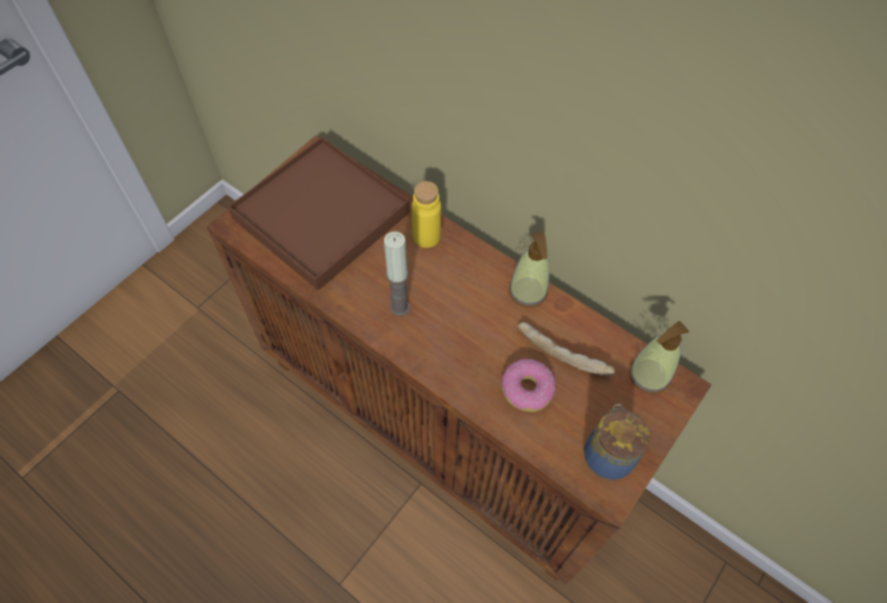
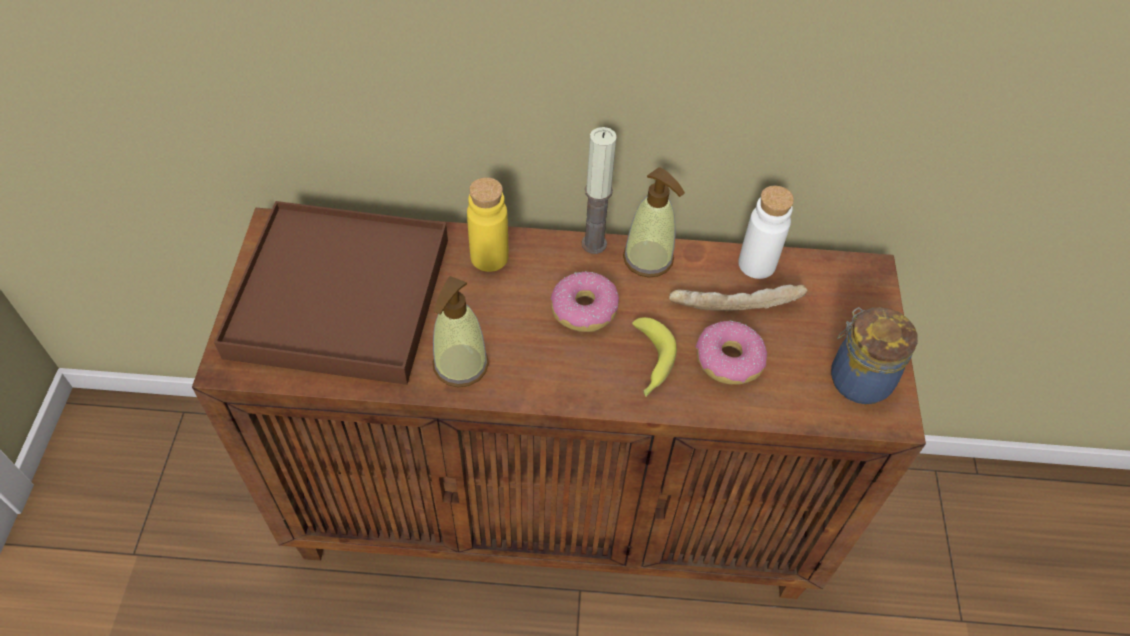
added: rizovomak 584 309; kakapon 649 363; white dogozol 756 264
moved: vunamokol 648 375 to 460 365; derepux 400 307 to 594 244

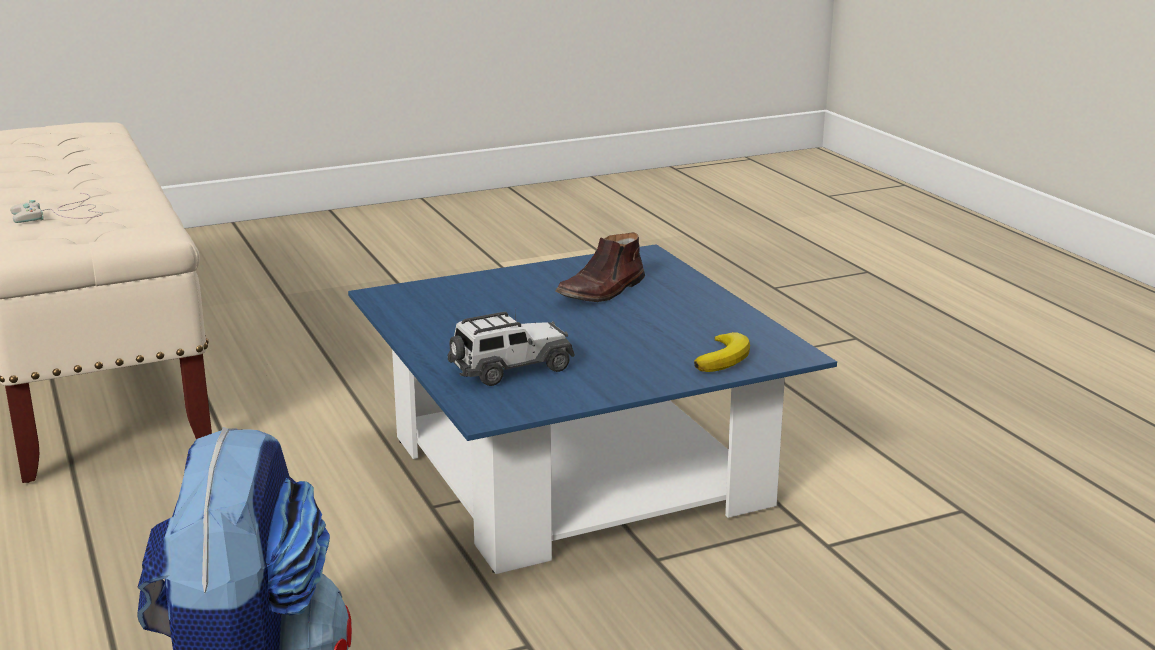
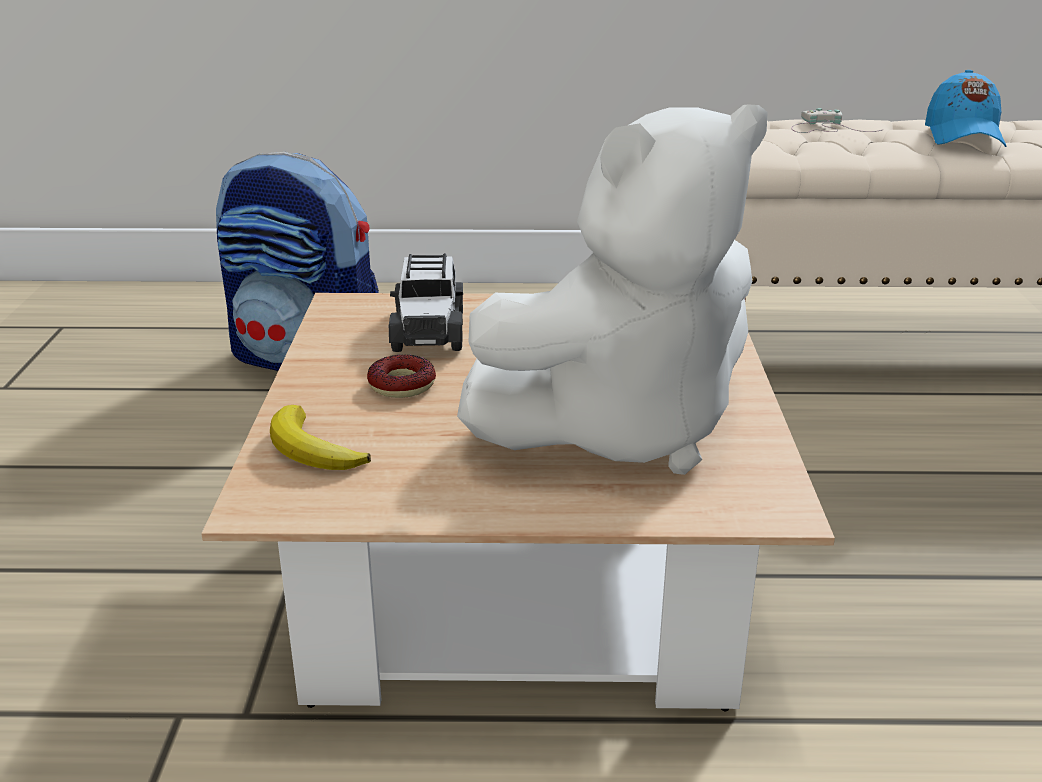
added: rizovomak 402 385; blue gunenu 963 137
replaced: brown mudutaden 602 291 to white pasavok 621 429
recoloured: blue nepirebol 577 472 to beige nepirebol 520 575

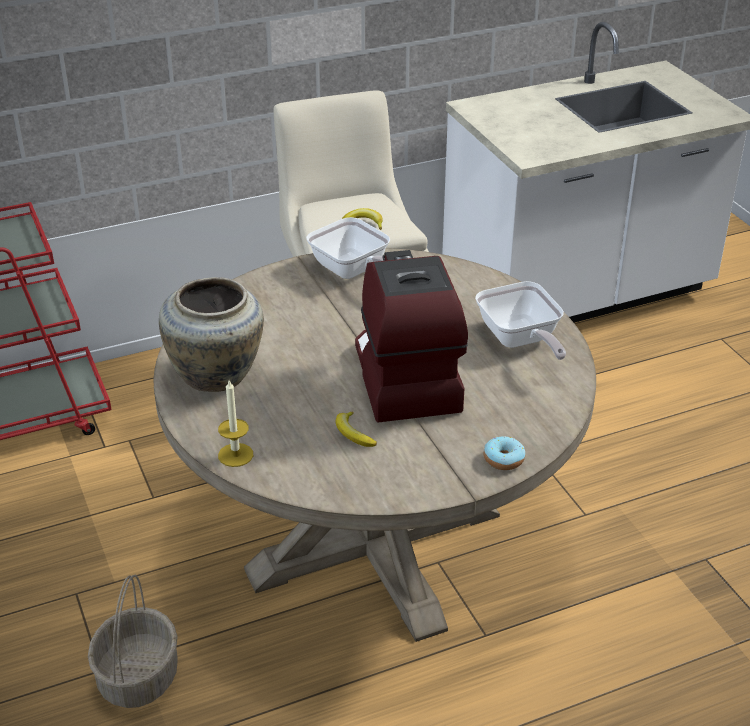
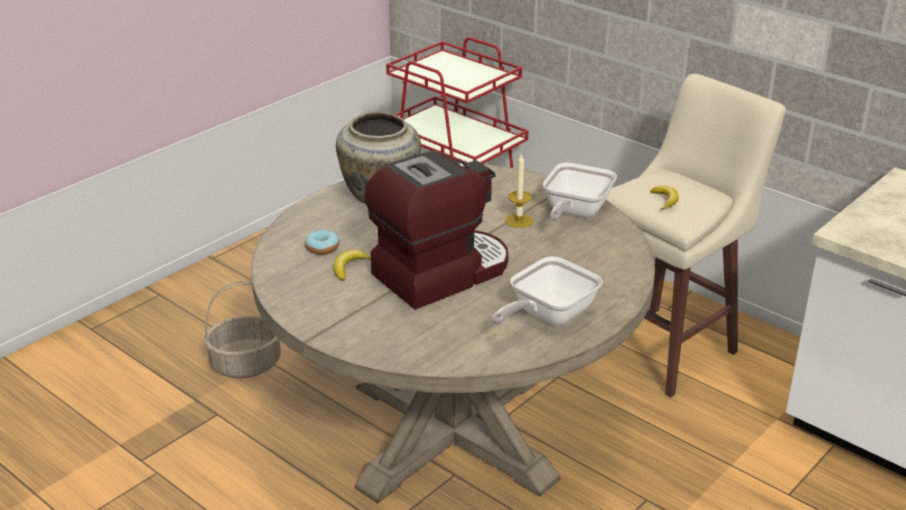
moved: rizovomak 503 459 to 322 248; derepux 235 455 to 519 221

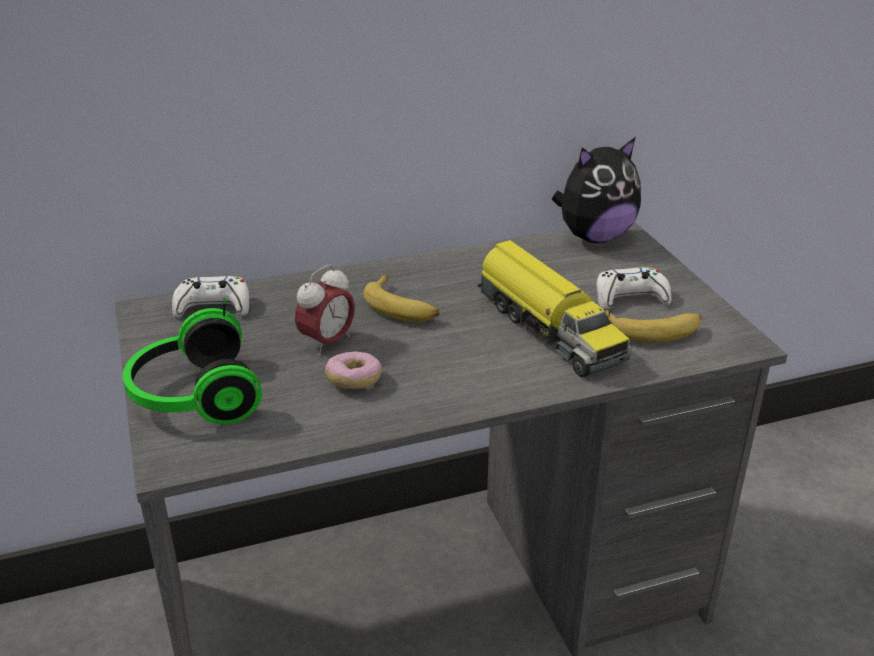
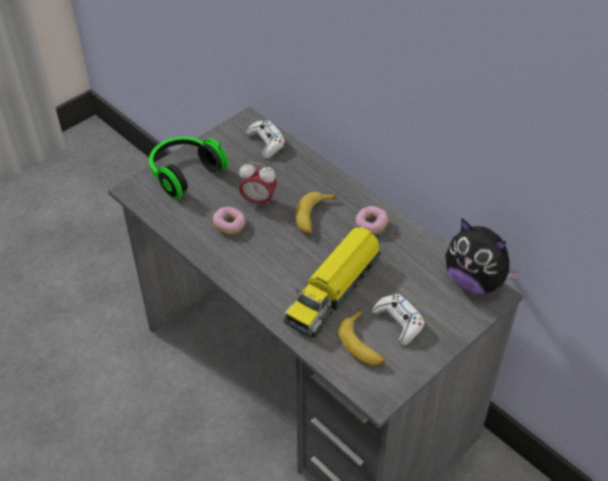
added: rizovomak 371 225

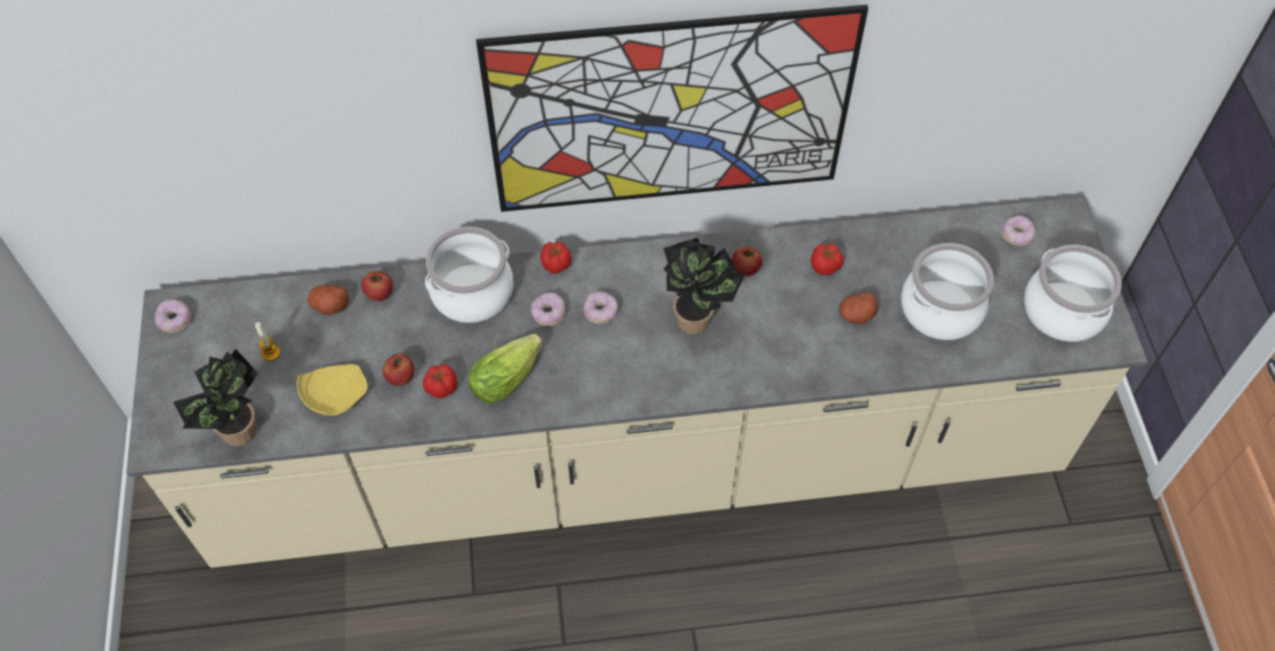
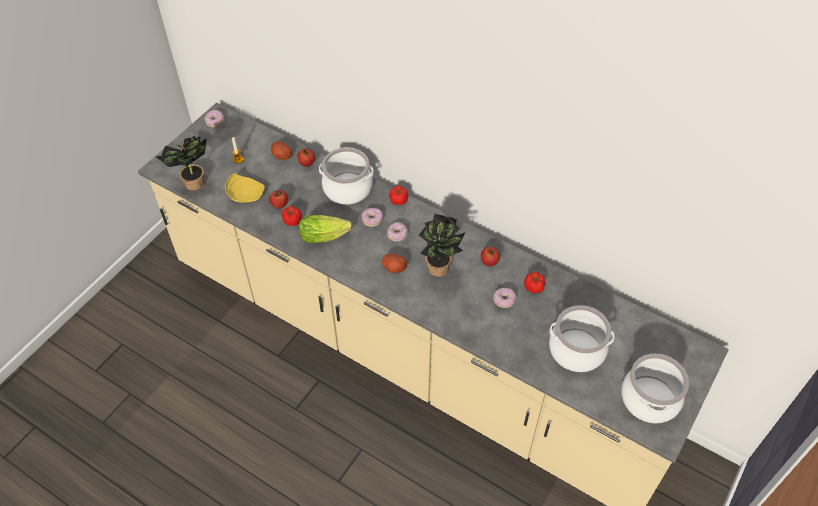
removed: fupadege 670 113
moved: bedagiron 856 315 to 393 267; rizovomak 1017 236 to 504 301

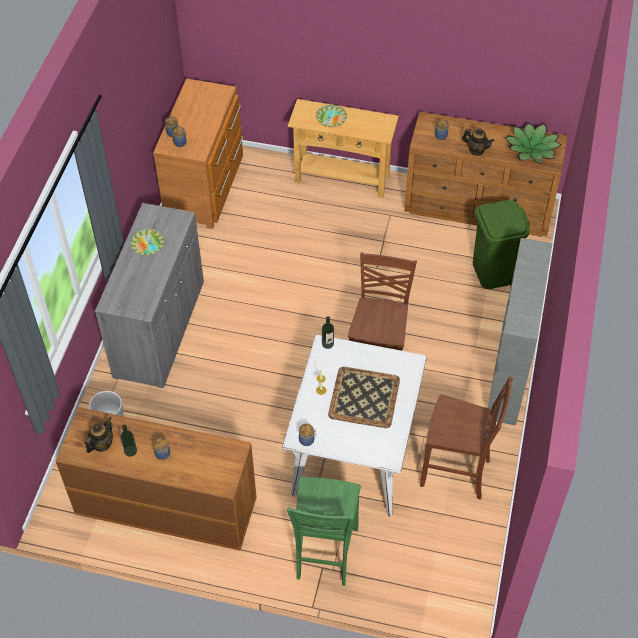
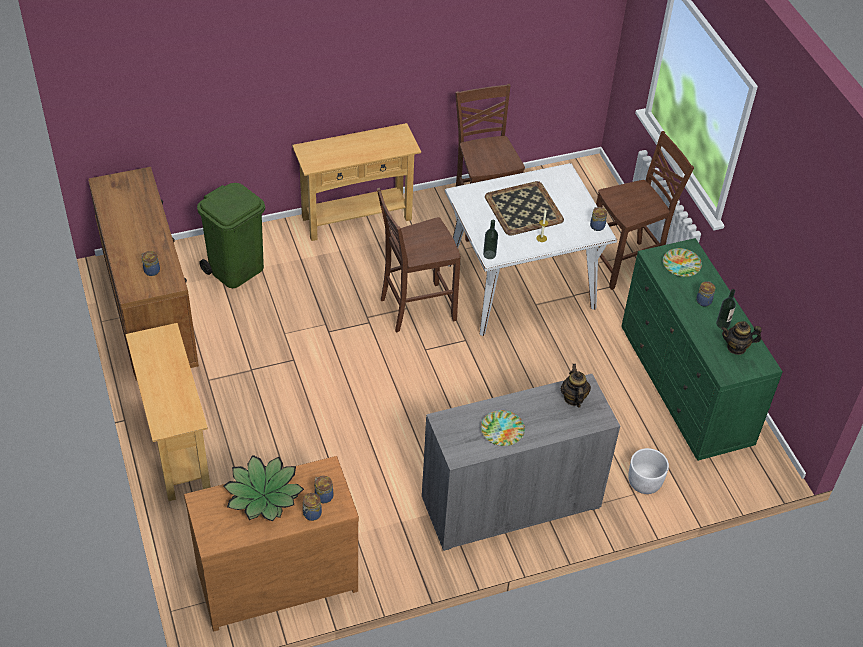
moved: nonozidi 532 149 to 263 495; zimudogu 476 150 to 573 398; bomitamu 331 118 to 681 265
replaced: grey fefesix 508 376 to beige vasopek 356 218
recoloured: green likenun 324 554 to brown likenun 626 264; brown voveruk 165 507 to green voveruk 685 387

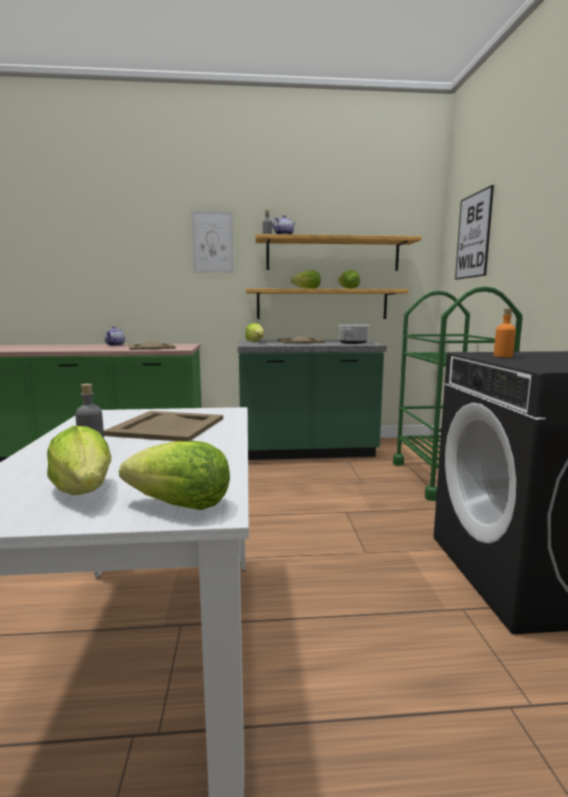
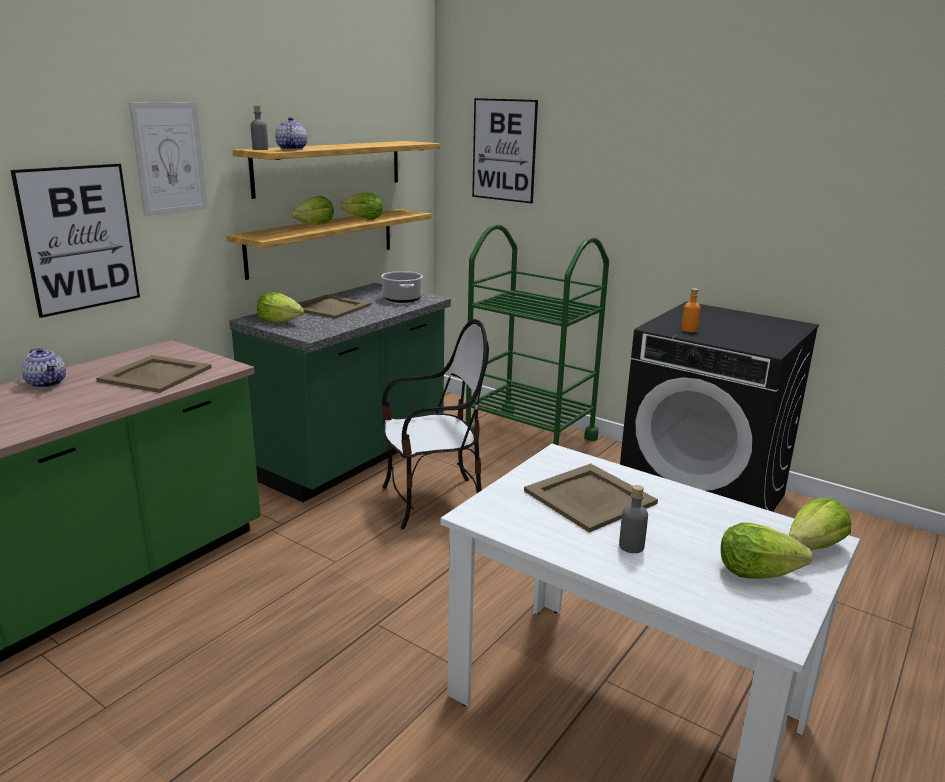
added: fupadege 79 238; likenun 433 501

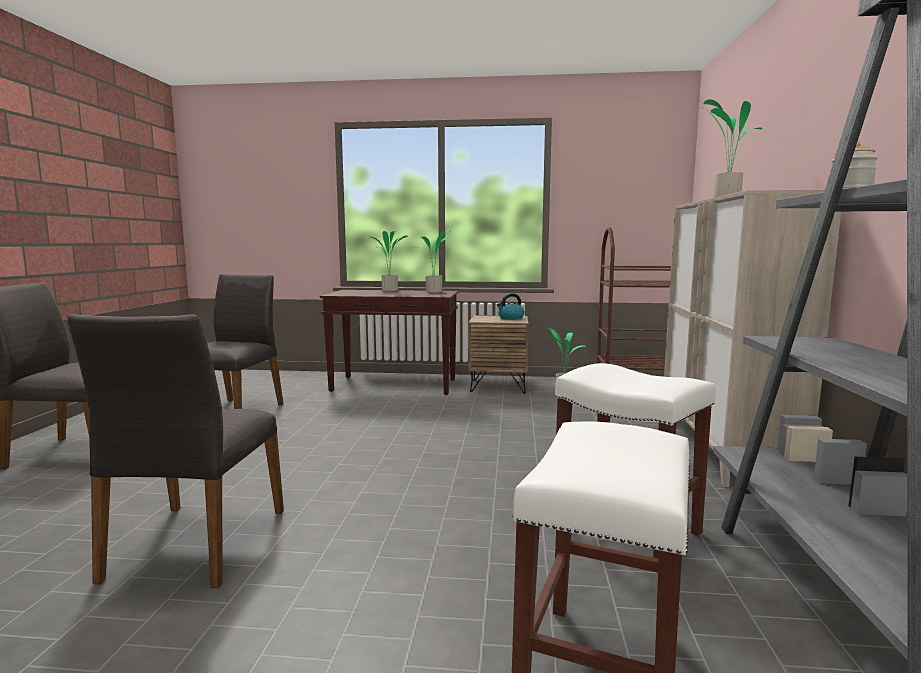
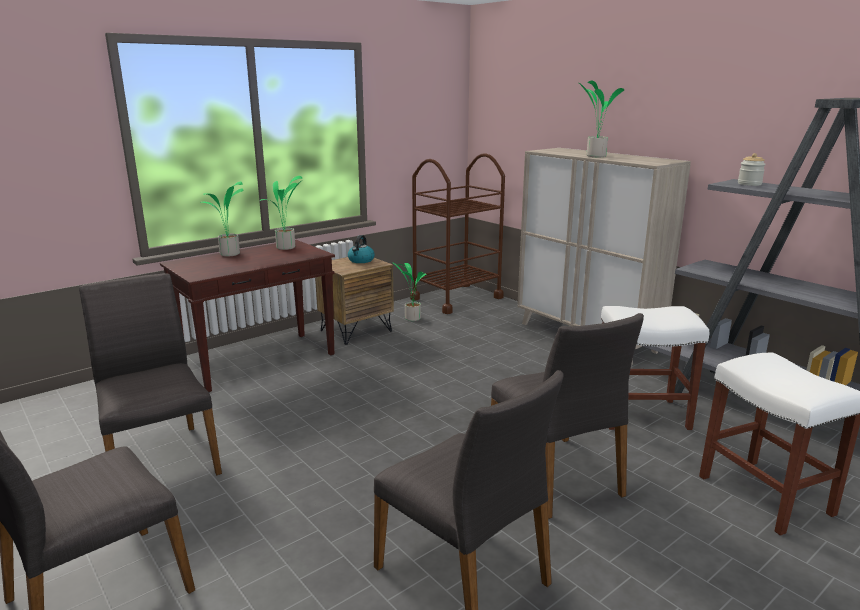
added: grey likenun 556 476

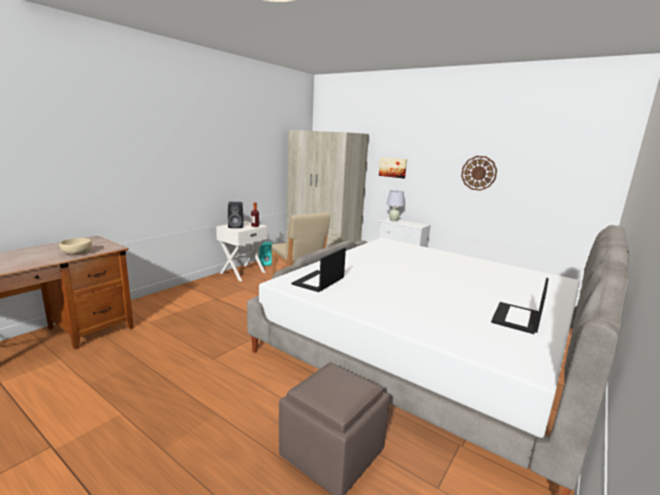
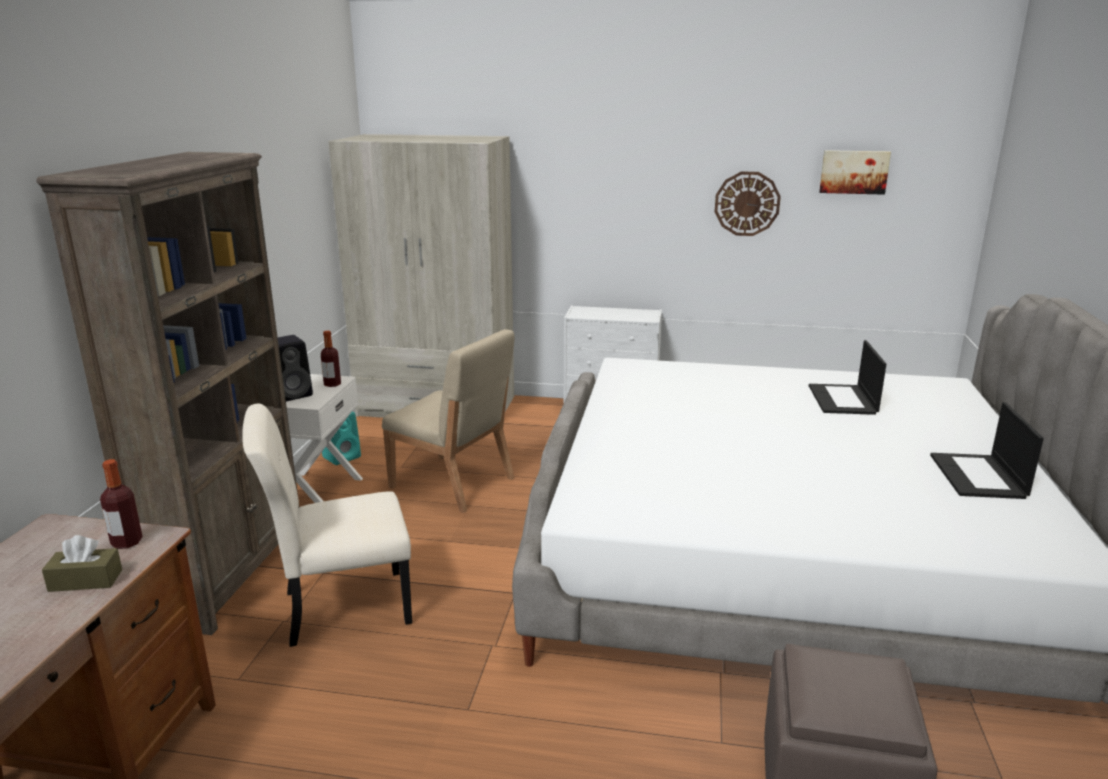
removed: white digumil 393 220
added: brown fefesix 230 573; dogozol 127 542; beige likenun 341 608
moved: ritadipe 318 281 to 843 400; fupadege 393 167 to 854 172
replaced: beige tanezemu 76 253 to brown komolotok 85 580

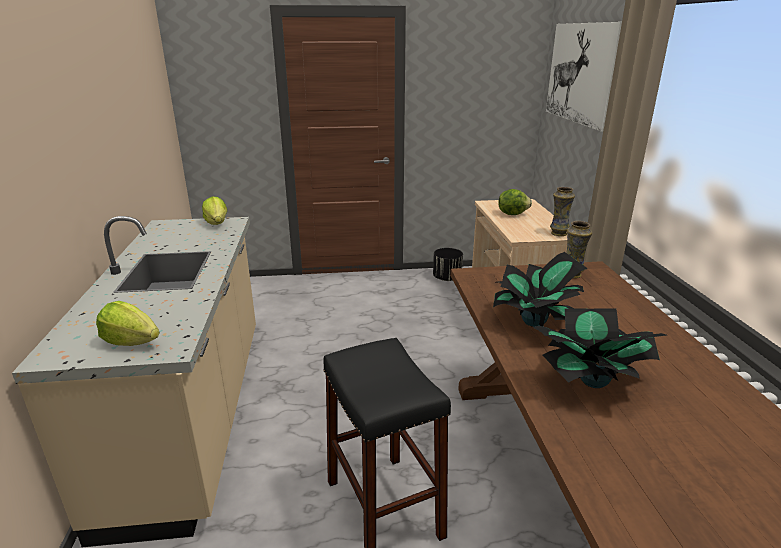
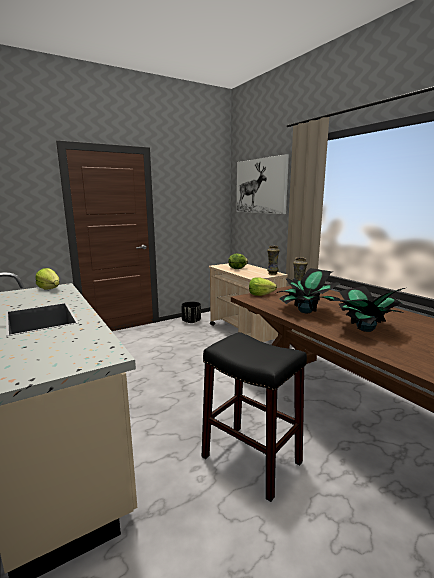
moved: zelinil 131 341 to 260 294

